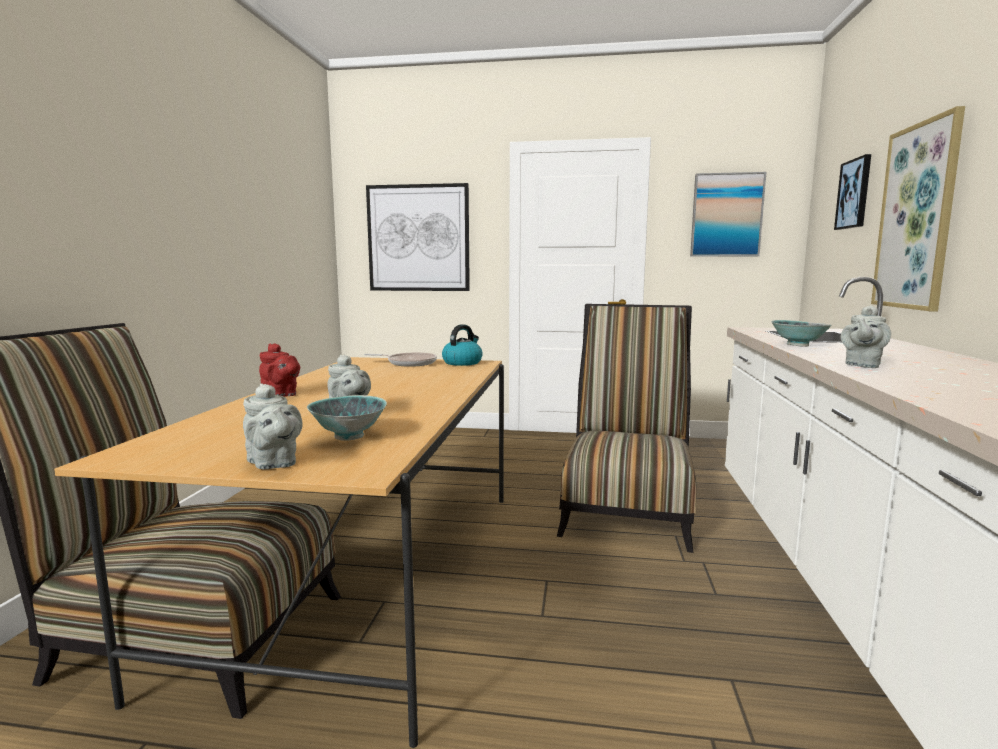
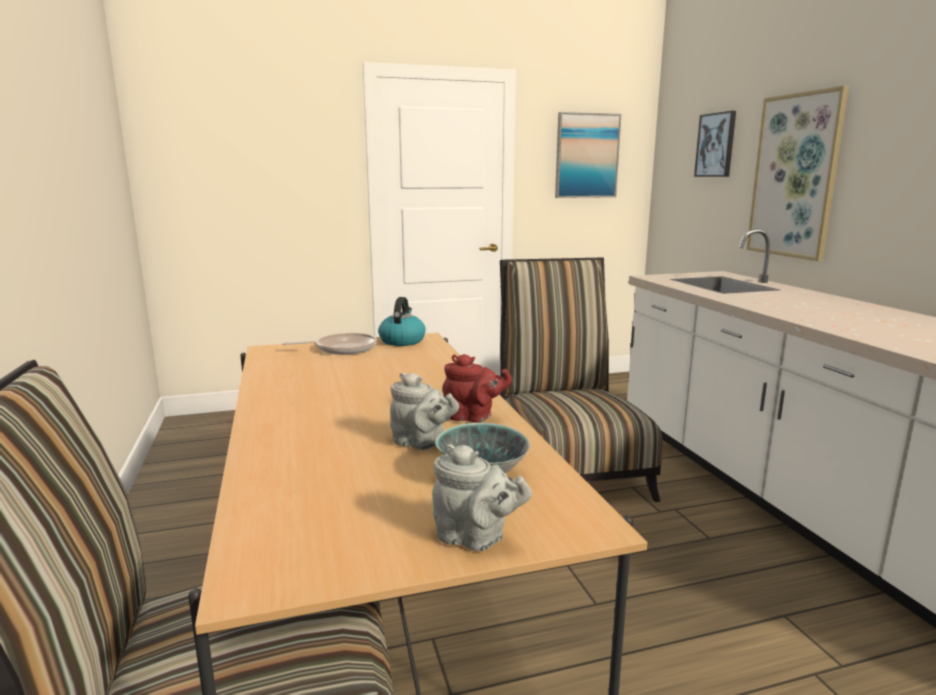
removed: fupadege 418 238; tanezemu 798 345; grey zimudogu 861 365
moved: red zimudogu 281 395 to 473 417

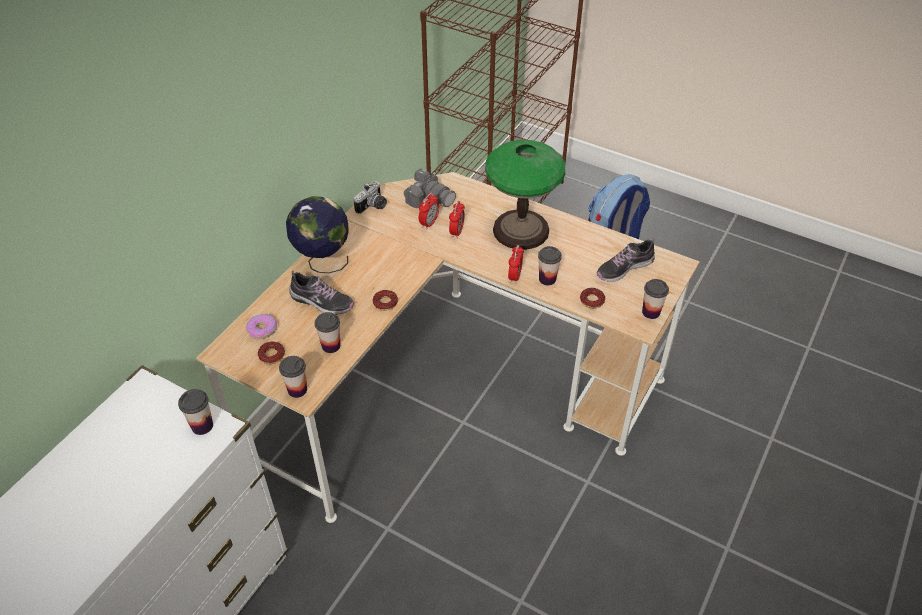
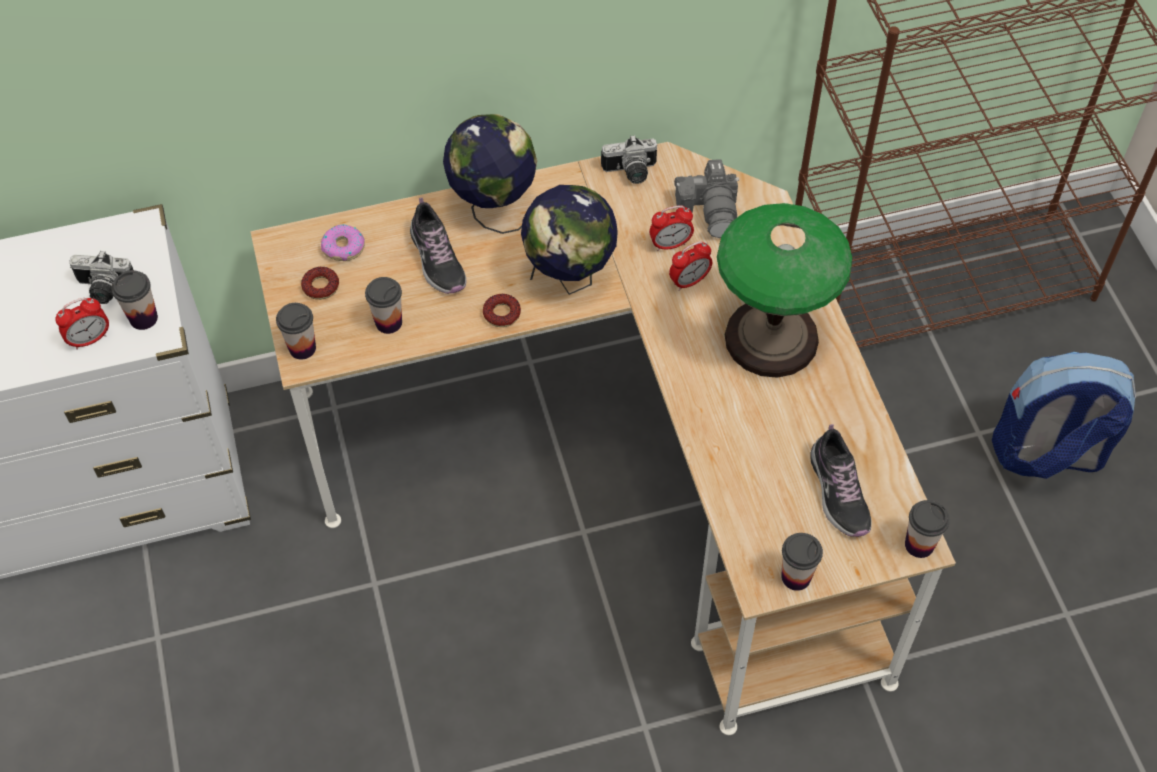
removed: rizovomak 592 300
added: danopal 104 290; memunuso 570 278
moved: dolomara 515 276 to 90 339; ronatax 547 279 to 919 544
turned: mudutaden 624 268 = 838 492 120 degrees counterclockwise

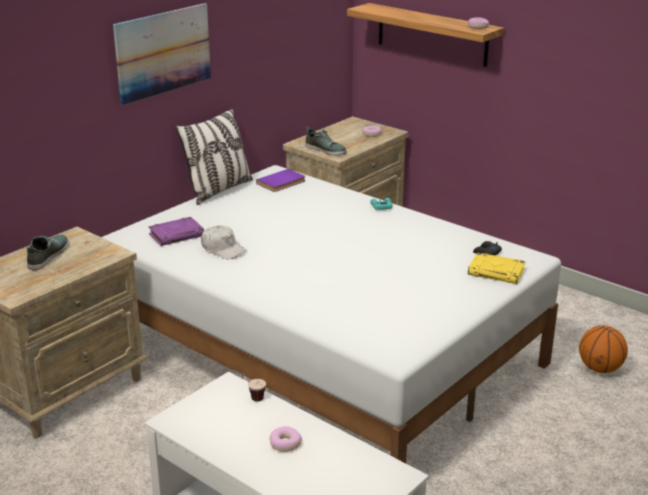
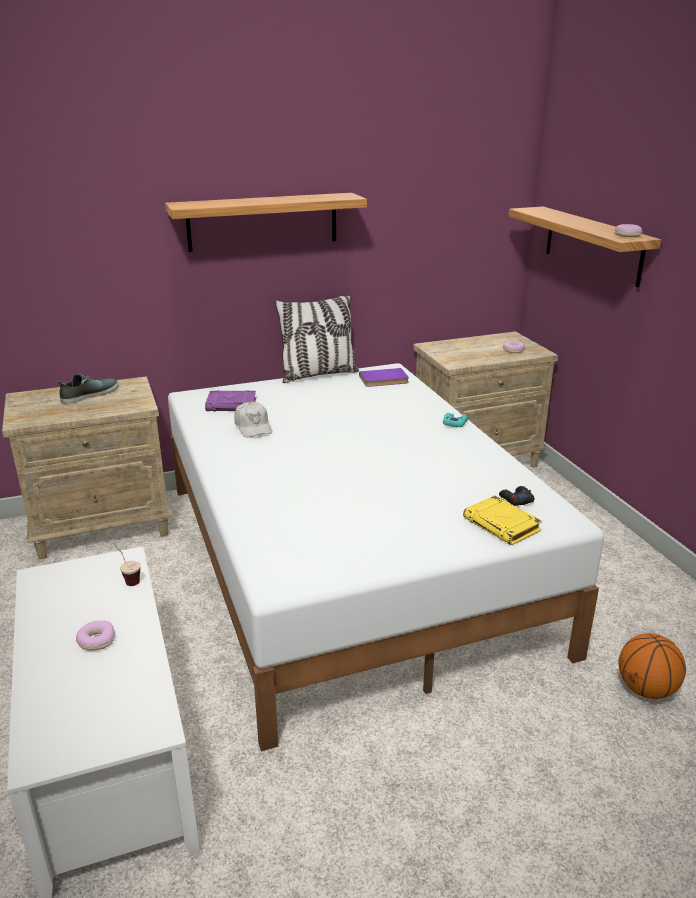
removed: mudutaden 325 150
replaced: fupadege 163 52 to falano 263 222

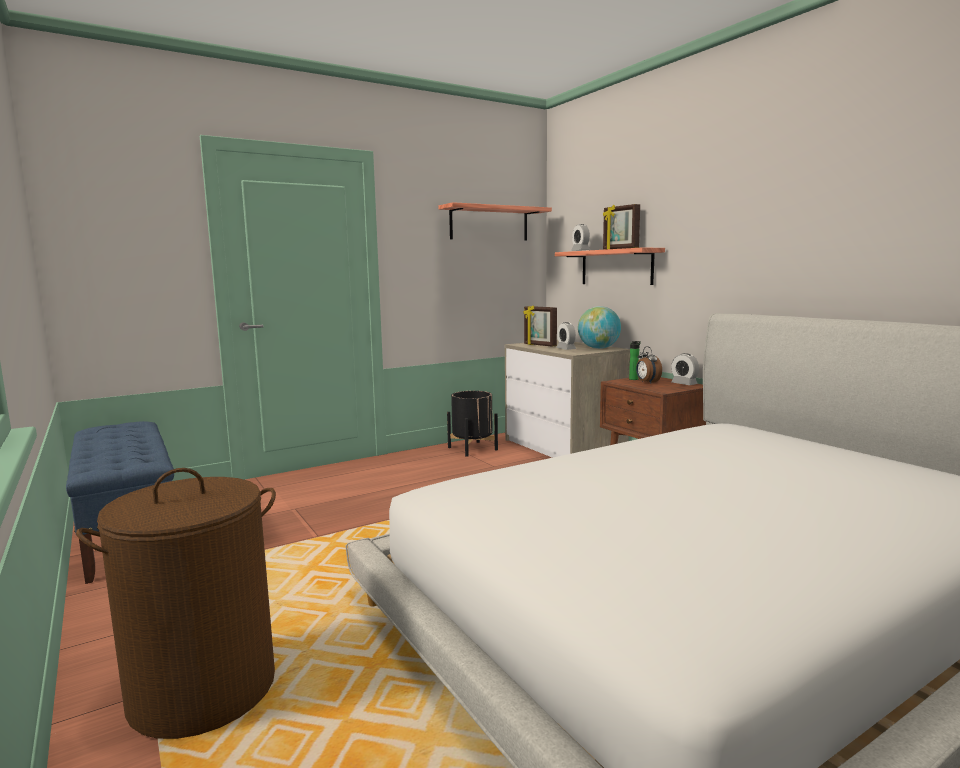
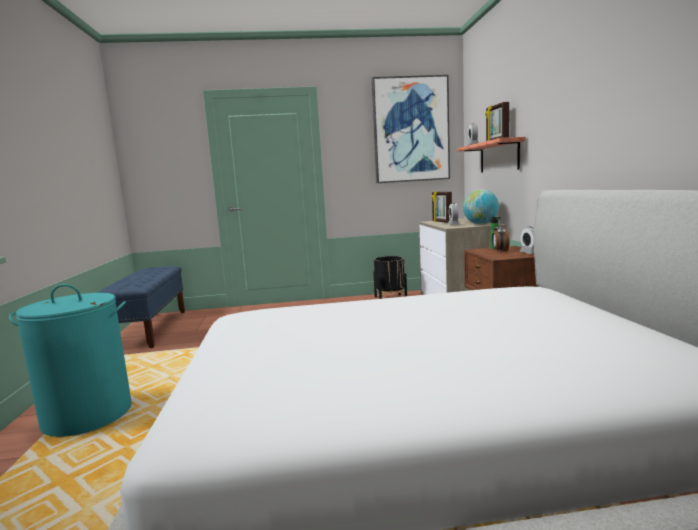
replaced: falano 489 223 to fupadege 410 130
recoloured: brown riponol 203 689 to turquoise riponol 88 415

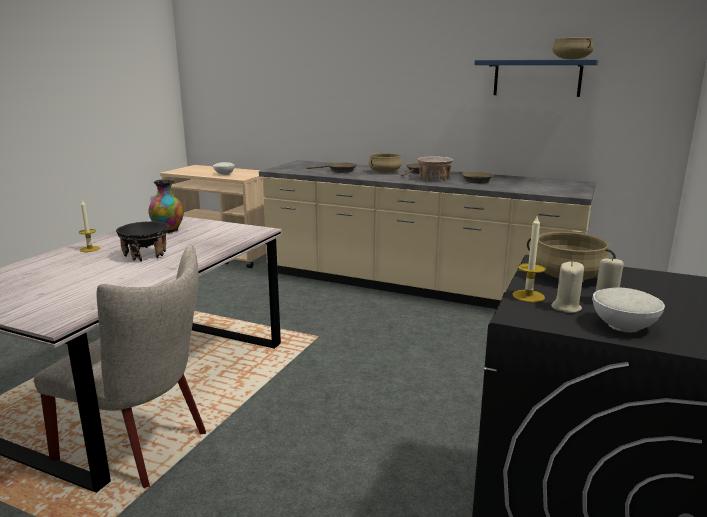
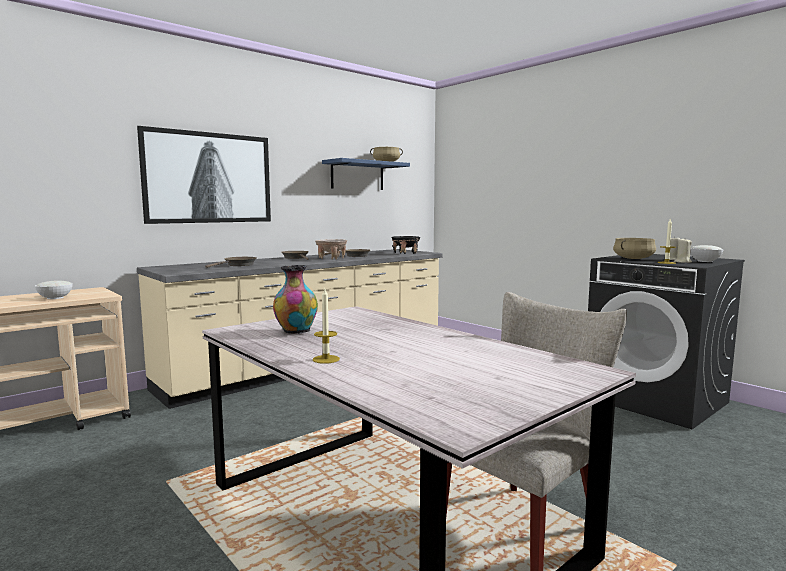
removed: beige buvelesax 384 172
added: fupadege 209 178
moved: black tanezemu 146 255 to 405 253

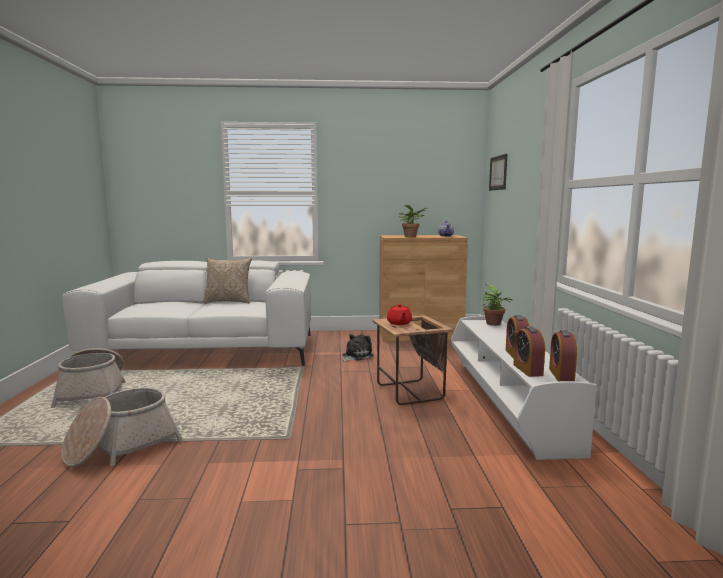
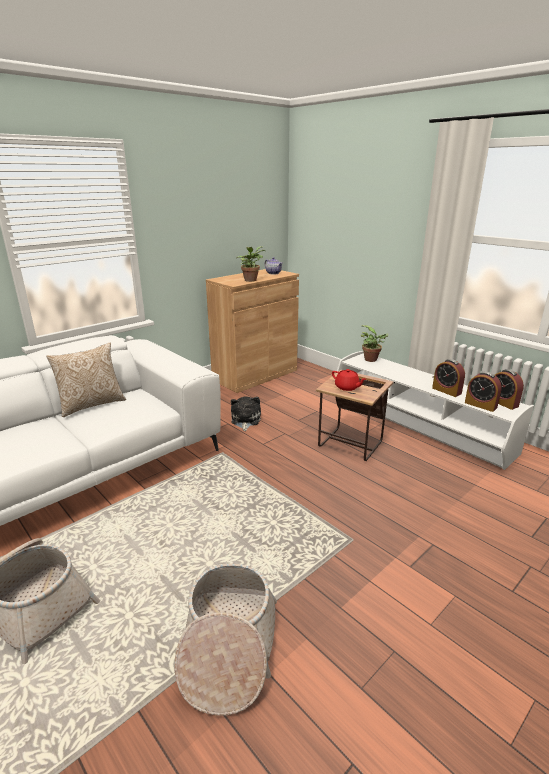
removed: fupadege 498 173

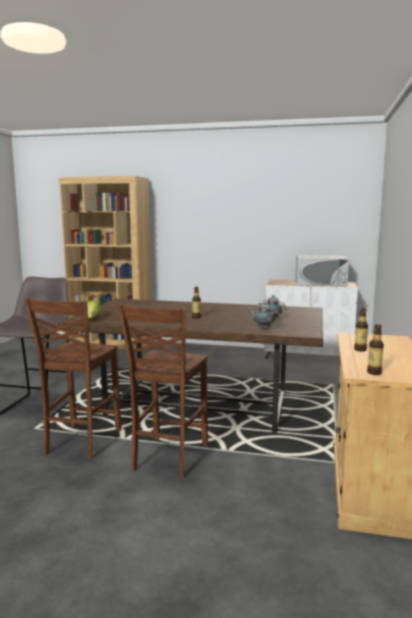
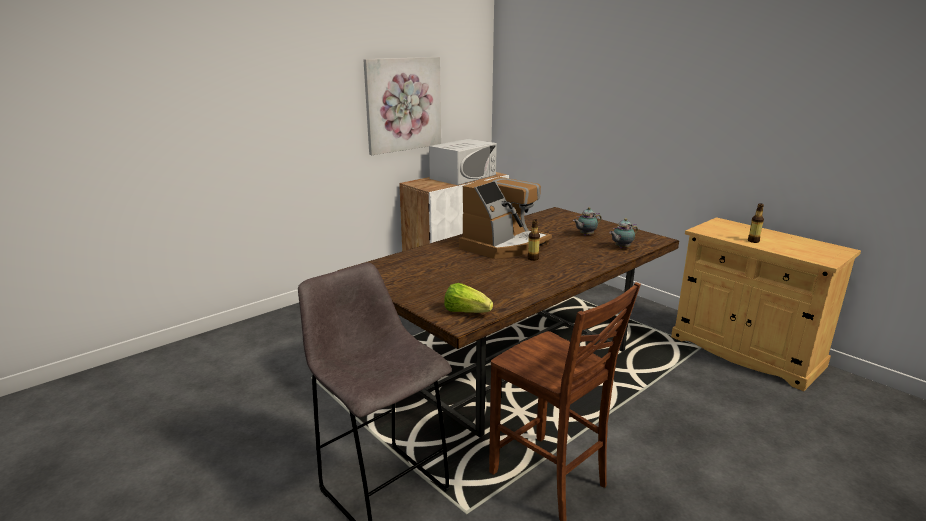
removed: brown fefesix 111 343; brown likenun 168 458; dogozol 374 373
added: fupadege 403 104; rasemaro 504 245

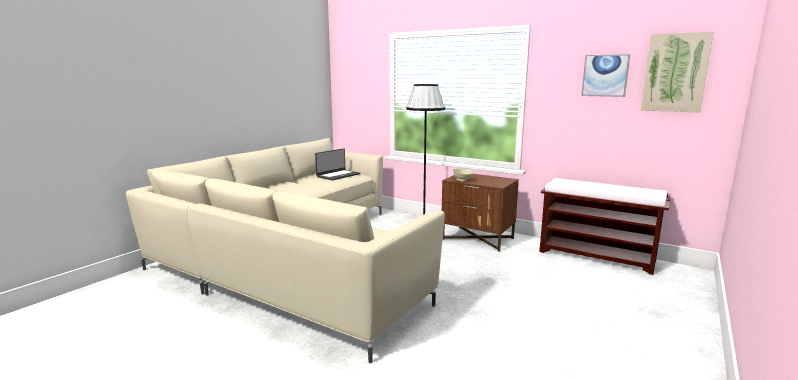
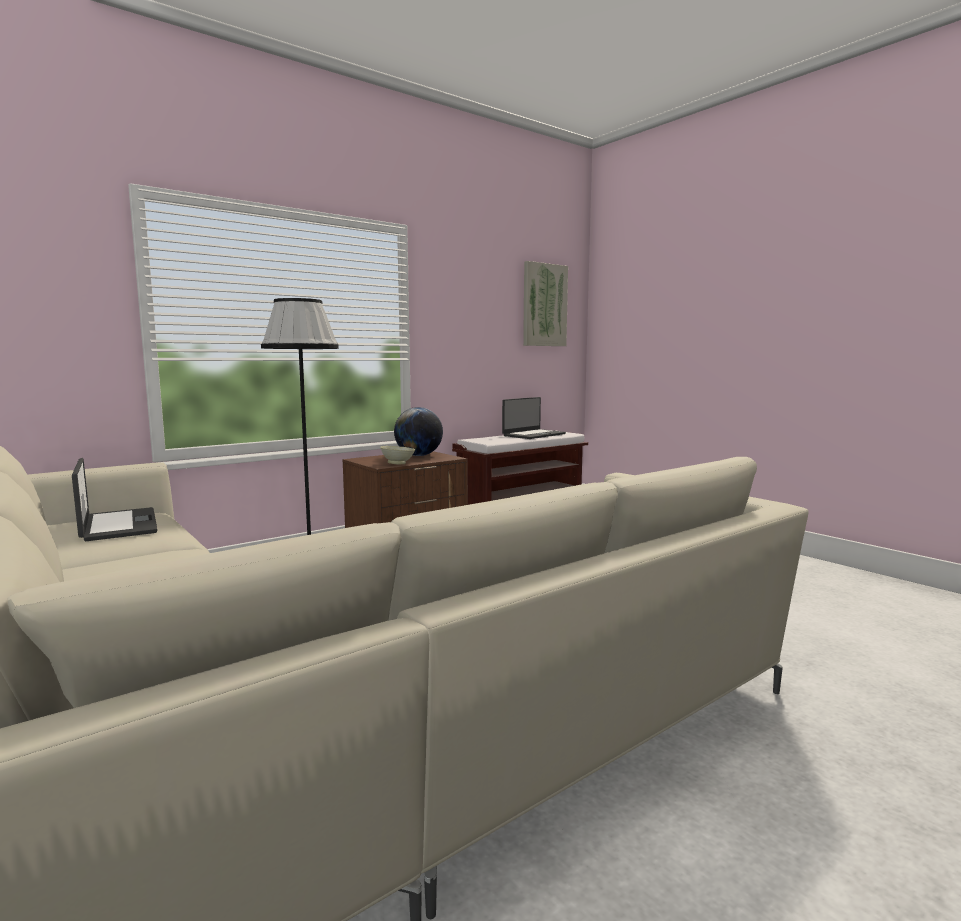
removed: fupadege 605 75
added: memunuso 419 455; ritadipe 533 435

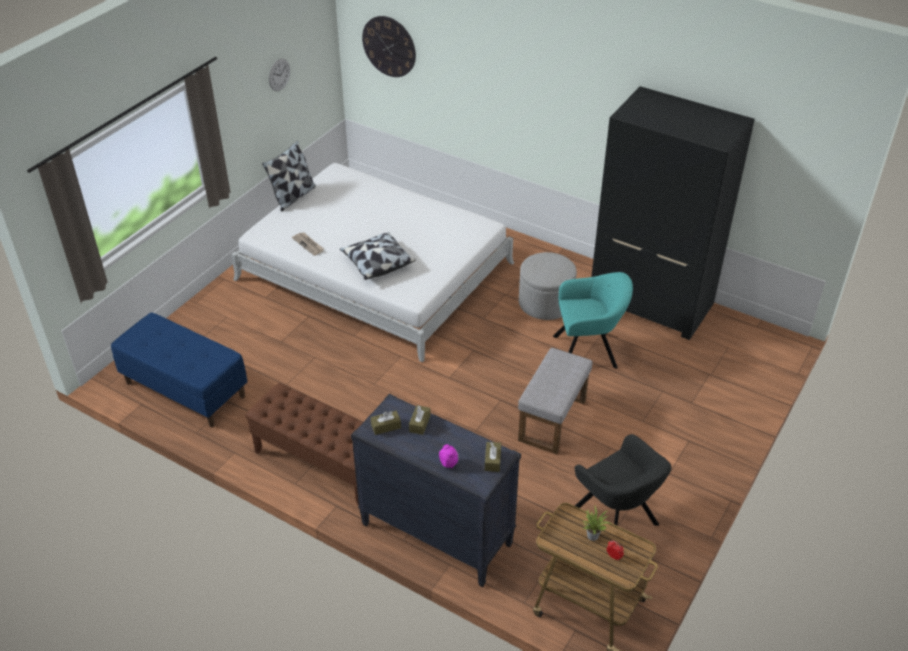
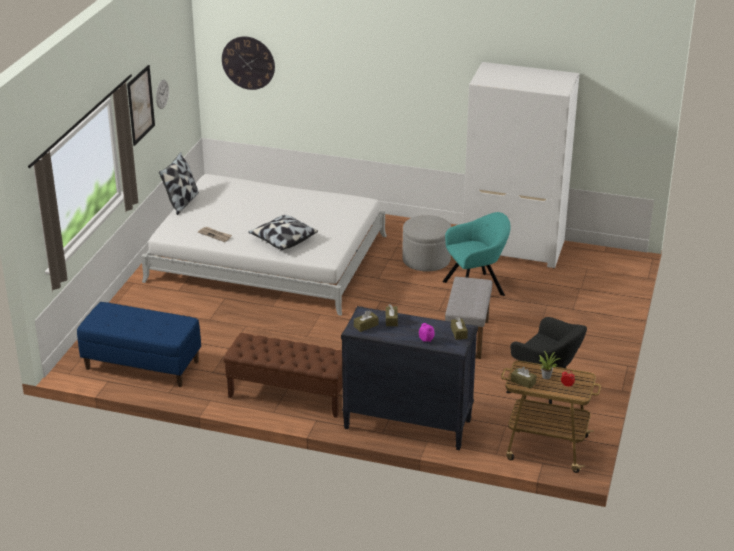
added: fupadege 140 105; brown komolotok 523 382
recoloured: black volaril 652 302 to white volaril 514 247

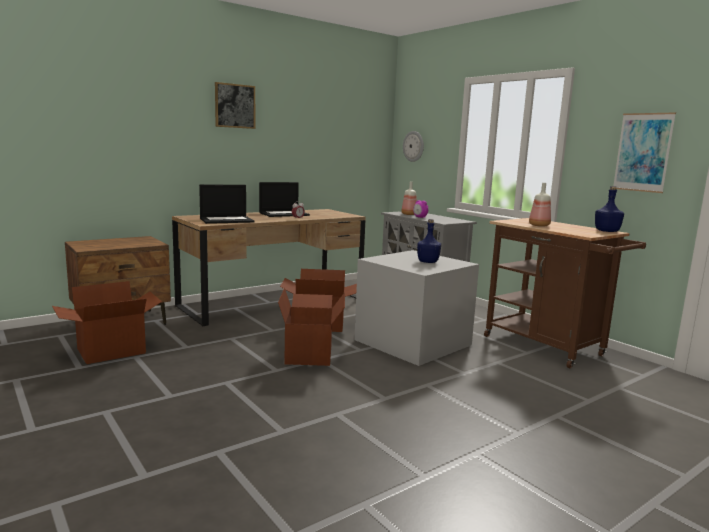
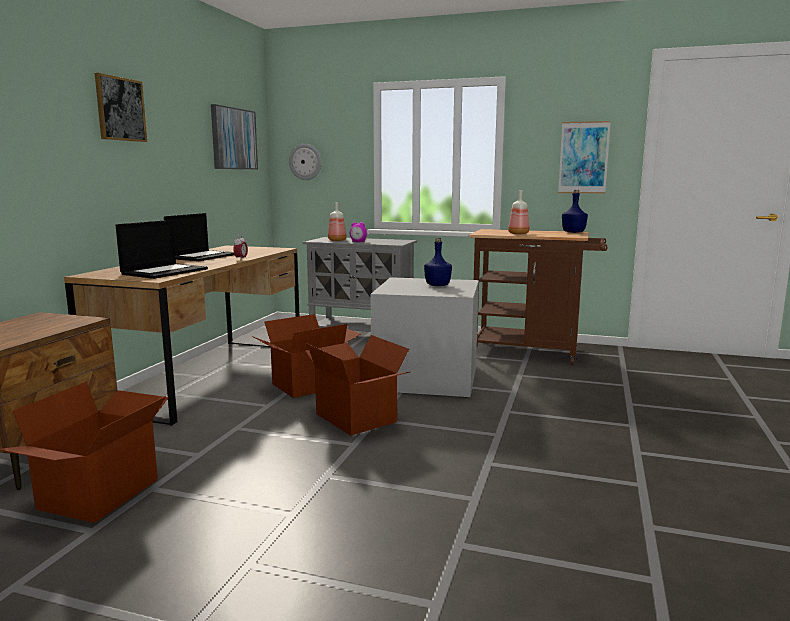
added: fupadege 233 139

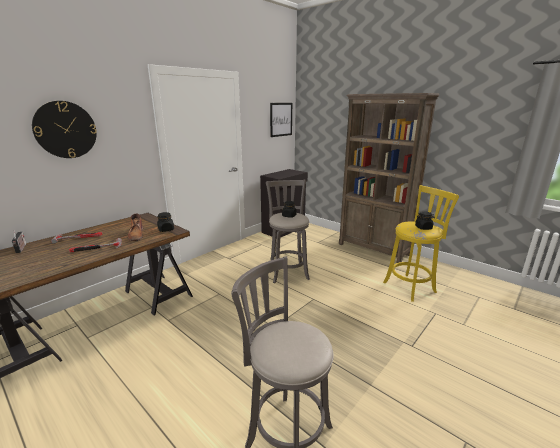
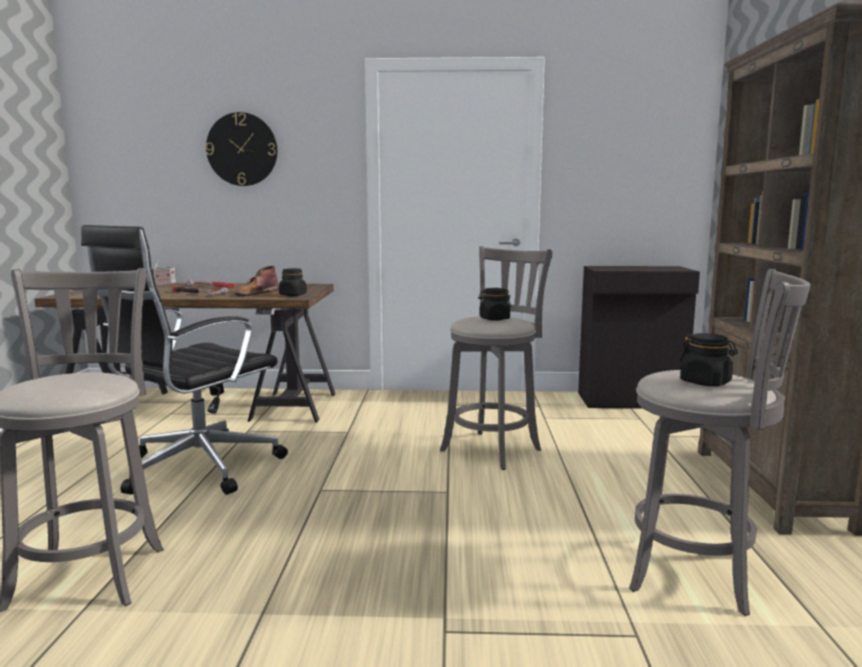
removed: fupadege 281 119
added: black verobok 196 468
recoloured: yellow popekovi 411 286 to grey popekovi 698 573

